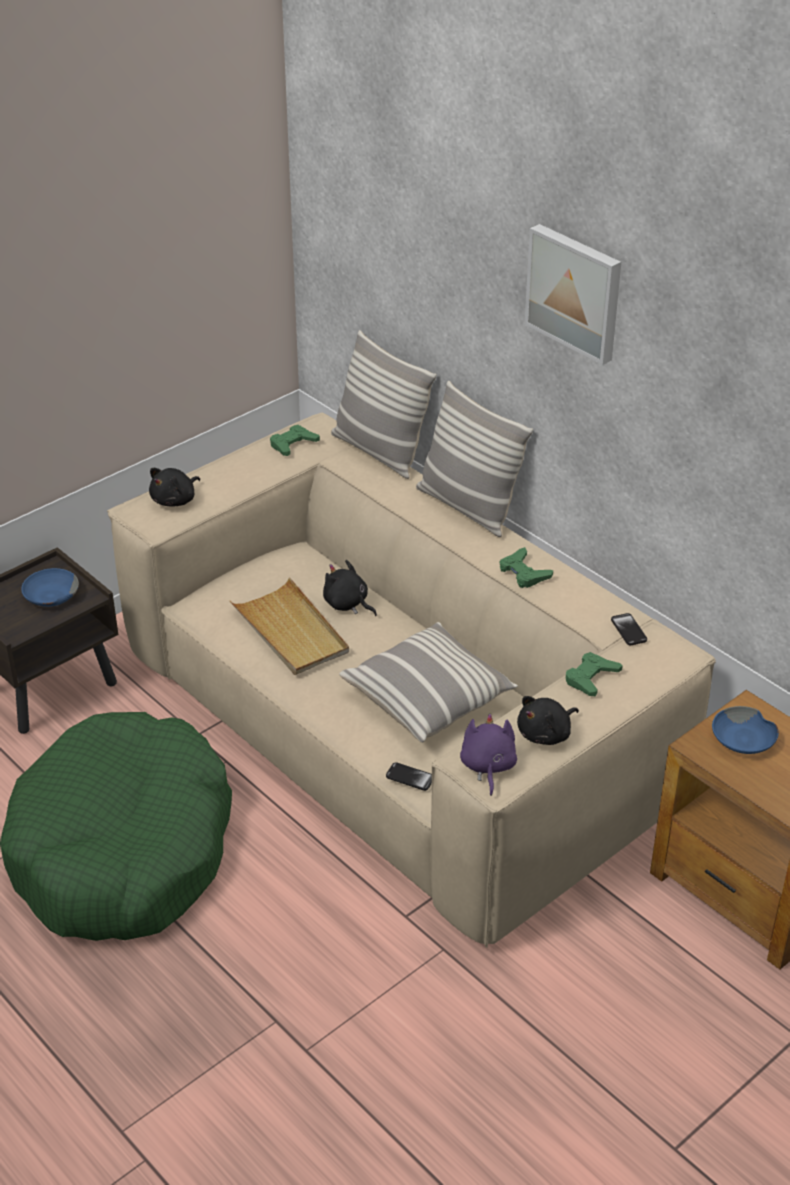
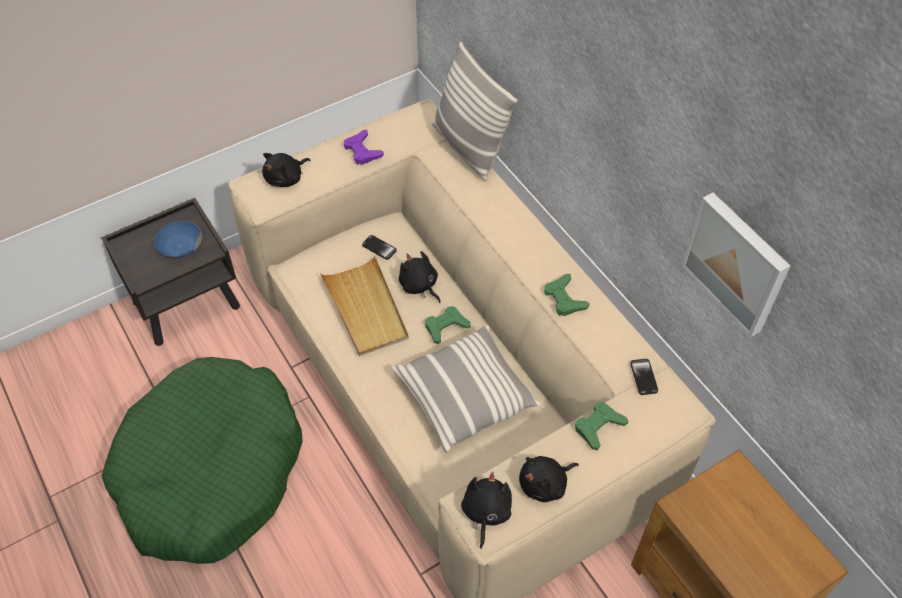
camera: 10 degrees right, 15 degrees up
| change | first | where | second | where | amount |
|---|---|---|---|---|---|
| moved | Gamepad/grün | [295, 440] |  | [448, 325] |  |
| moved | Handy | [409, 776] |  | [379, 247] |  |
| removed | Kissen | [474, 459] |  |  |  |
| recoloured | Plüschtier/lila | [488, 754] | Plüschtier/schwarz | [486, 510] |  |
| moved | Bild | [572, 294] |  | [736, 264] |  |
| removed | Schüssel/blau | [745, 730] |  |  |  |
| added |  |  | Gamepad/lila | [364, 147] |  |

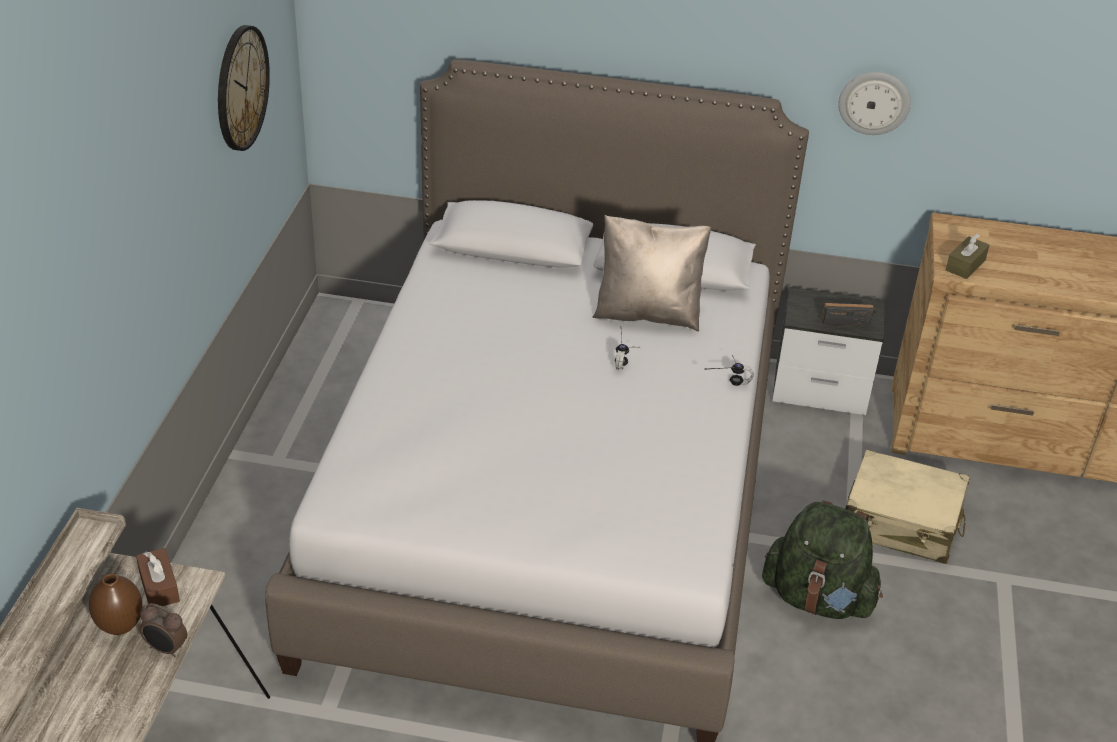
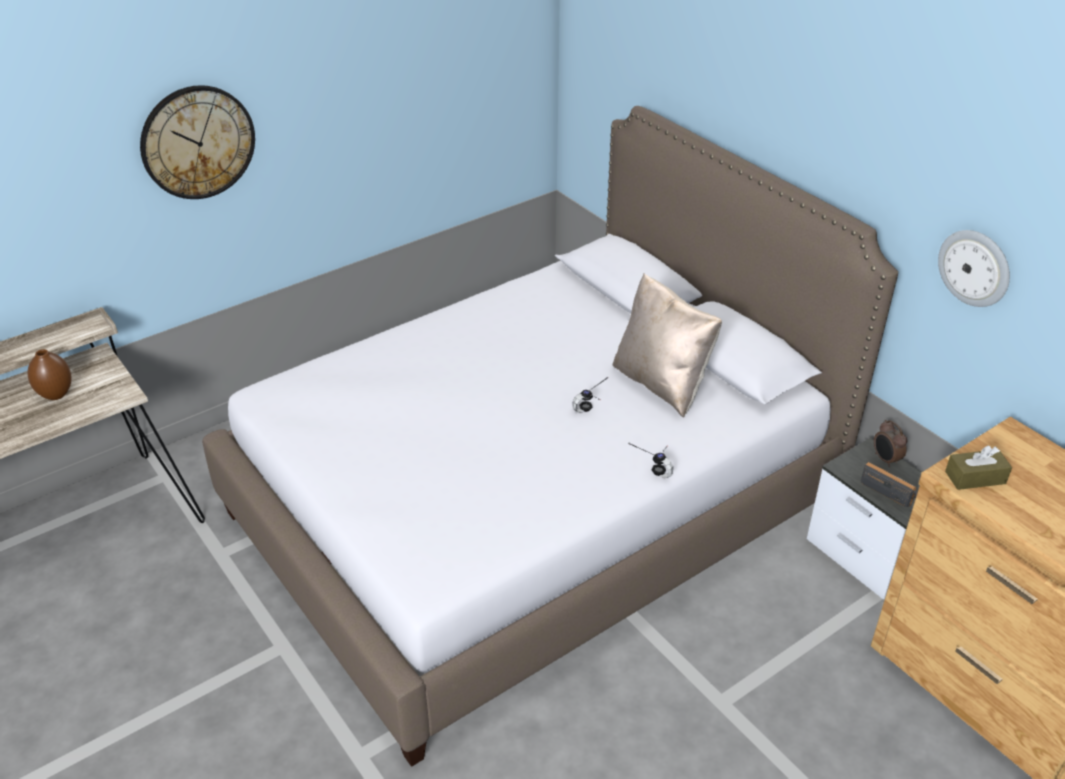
camera: 45 degrees right, 0 degrees up
| change | first | where | second | where | amount |
|---|---|---|---|---|---|
| removed | Taschentuchbox/braun | [158, 577] |  |  |  |
| moved | Wecker | [163, 630] |  | [890, 443] |  |
| moved | Wanduhr | [244, 88] |  | [197, 142] |  |
| removed | Rucksack/grün | [822, 559] |  |  |  |
| removed | Koffer/beige | [908, 507] |  |  |  |

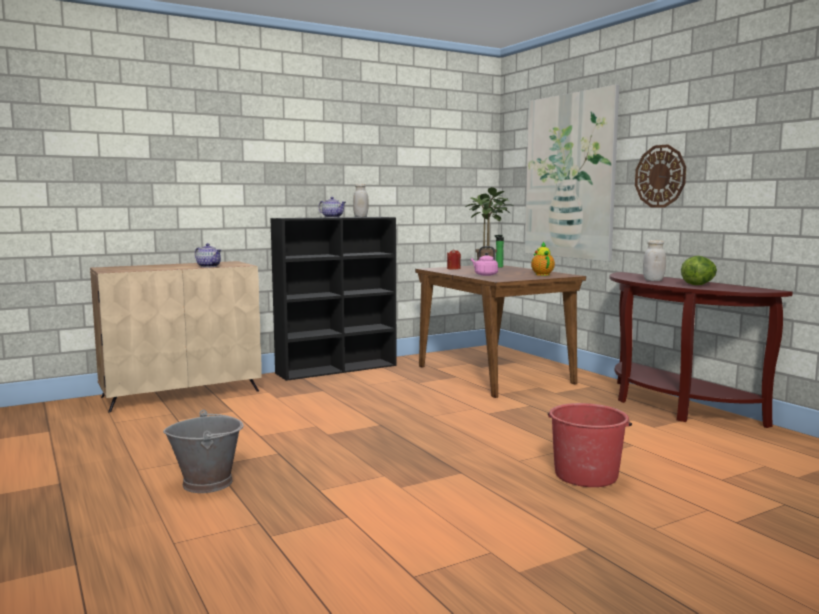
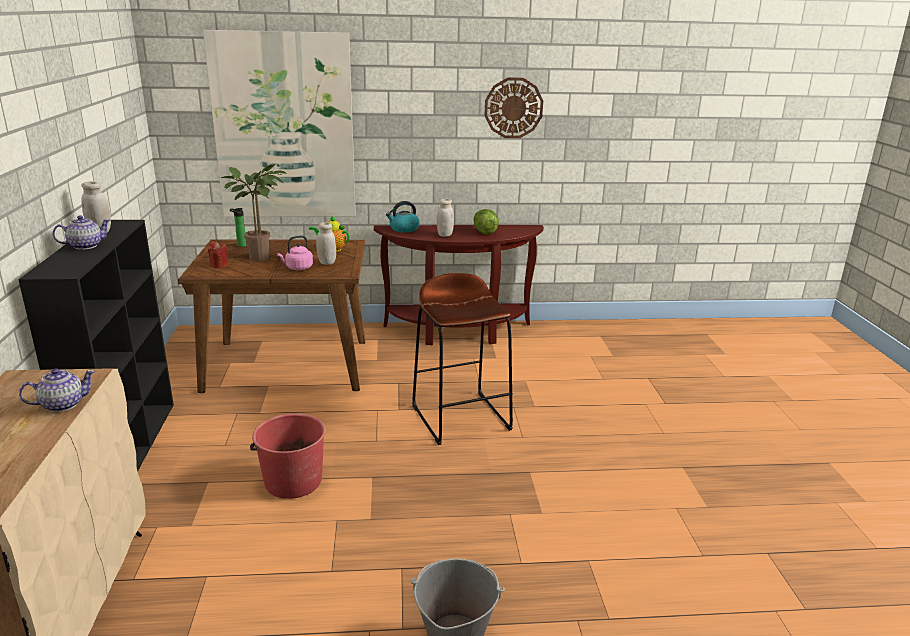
camera: 65 degrees left, 15 degrees up
| change | first | where | second | where | amount |
|---|---|---|---|---|---|
| moved | Eimer/rot | [590, 445] |  | [288, 456] |  |
| moved | Wanduhr | [660, 176] |  | [513, 108] |  |
| added |  |  | Vorratsglas/weiß | [326, 243] |  |
| added |  |  | Wasserkessel | [402, 217] |  |
| added |  |  | Hocker/braun | [462, 359] |  |

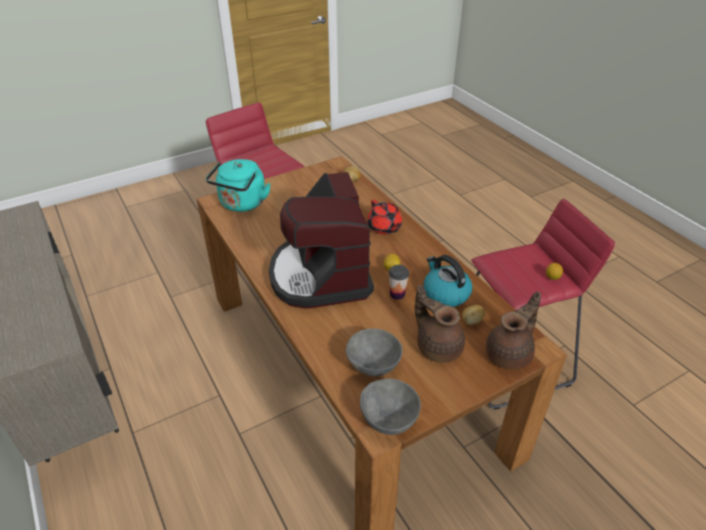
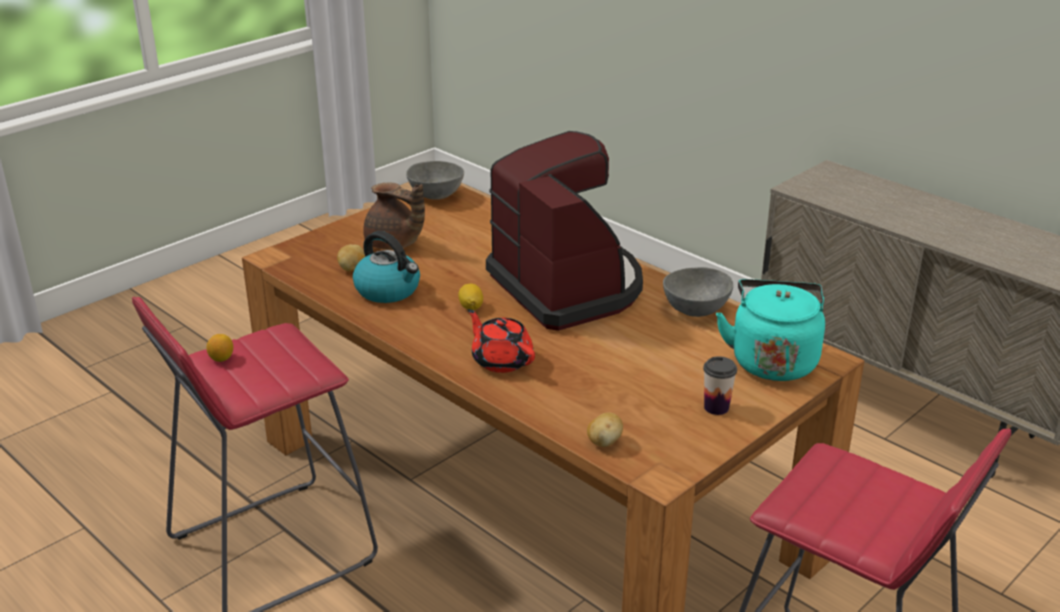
camera: 165 degrees right, 10 degrees down
| change | first | where | second | where | amount |
|---|---|---|---|---|---|
| moved | Schüssel/grau | [374, 352] |  | [698, 292] |  |
| moved | Tasse | [399, 282] |  | [720, 385] |  |
| removed | Teekanne/braun | [513, 330] |  |  |  |

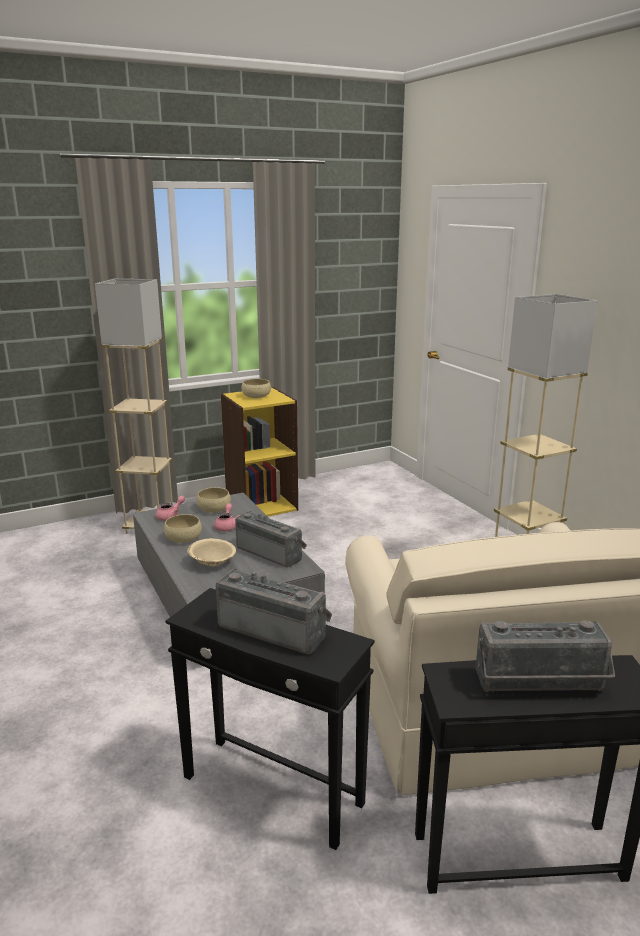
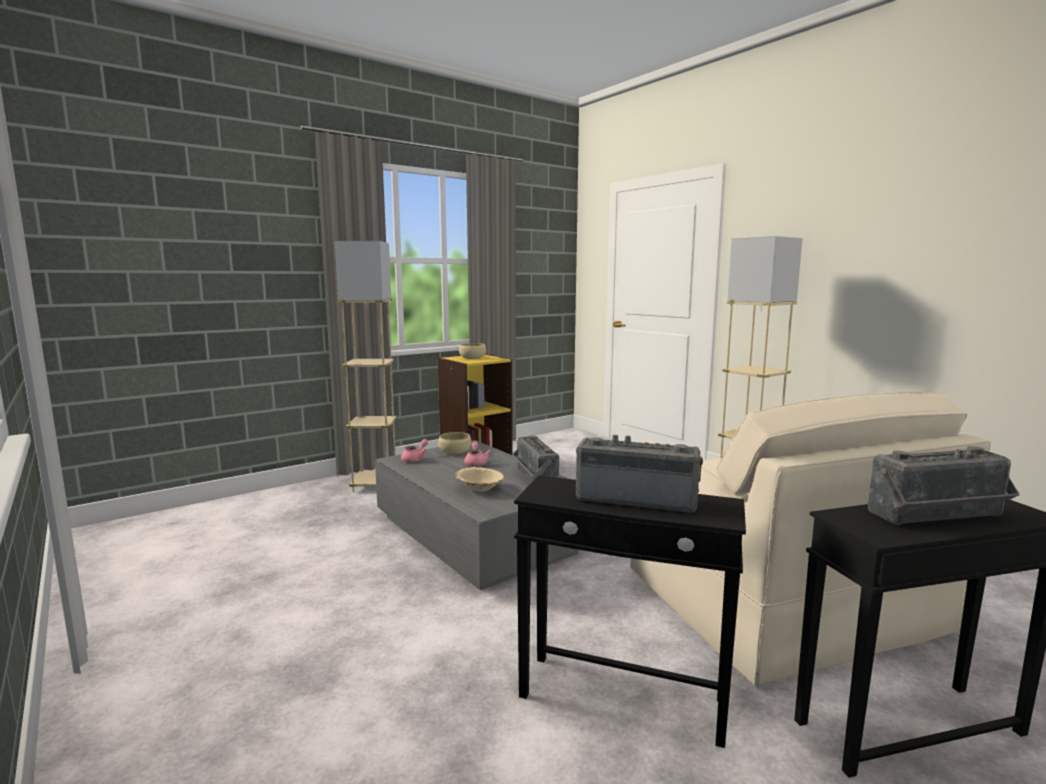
camera: 10 degrees left, 10 degrees down
| change | first | where | second | where | amount |
|---|---|---|---|---|---|
| removed | Schüssel/beige | [183, 528] |  |  |  |
| turned | Radio | [271, 539] |  | [535, 458] | 135 degrees counterclockwise |

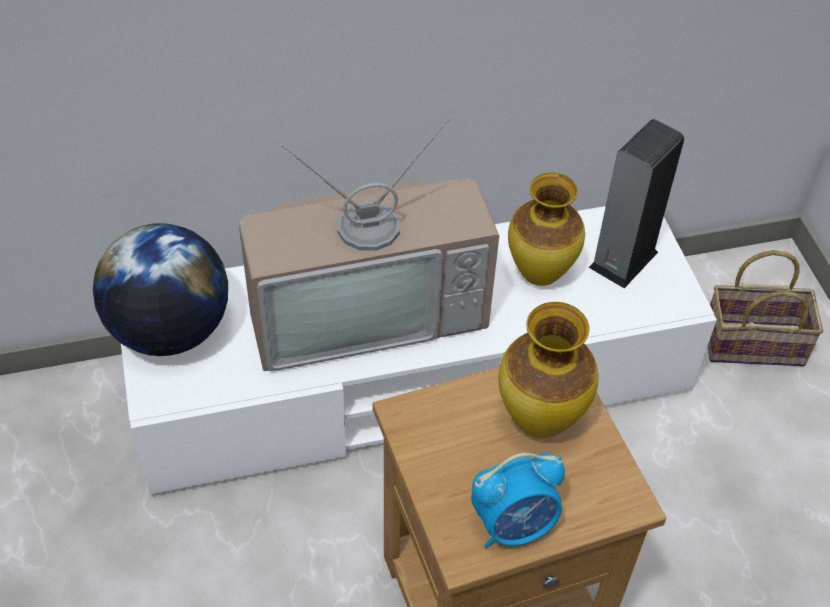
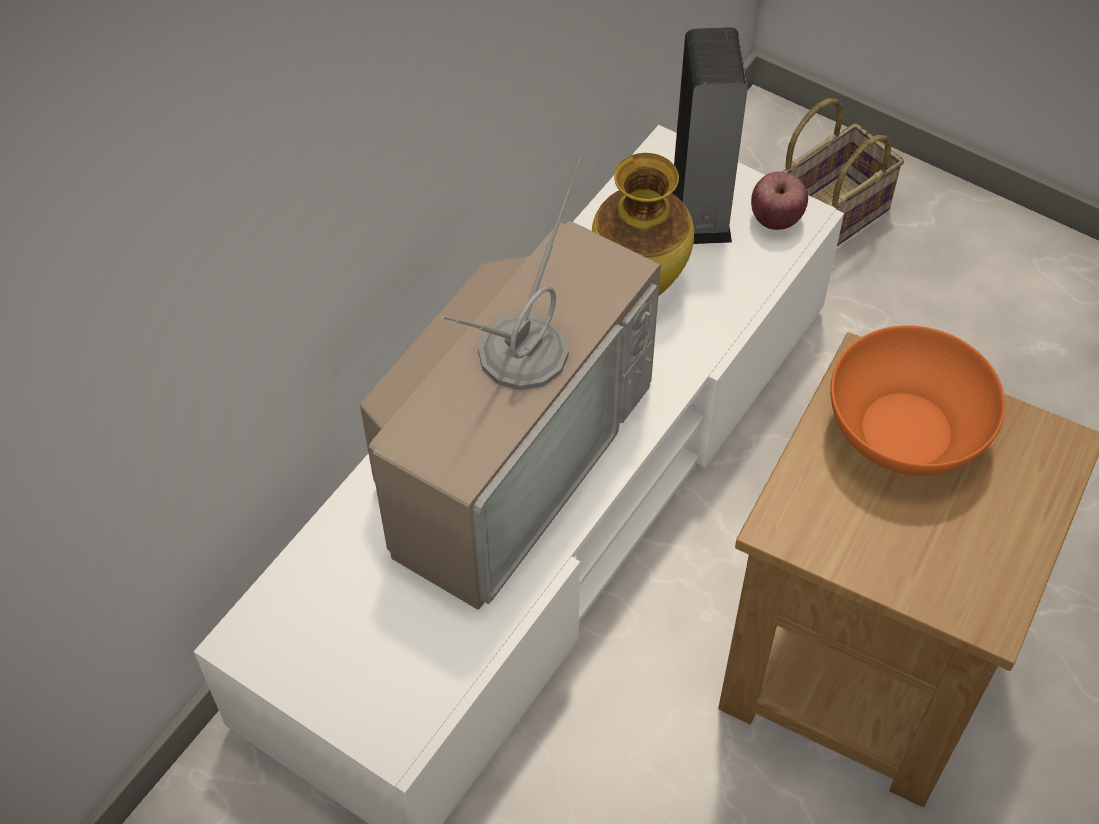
camera: 40 degrees left, 5 degrees up
| change | first | where | second | where | amount |
|---|---|---|---|---|---|
| removed | Globus | [160, 289] |  |  |  |
| removed | Wecker | [518, 500] |  |  |  |
| replaced | Vase | [548, 370] | Schüssel/orange | [918, 400] |  |
| added |  |  | Apfel | [779, 201] |  |

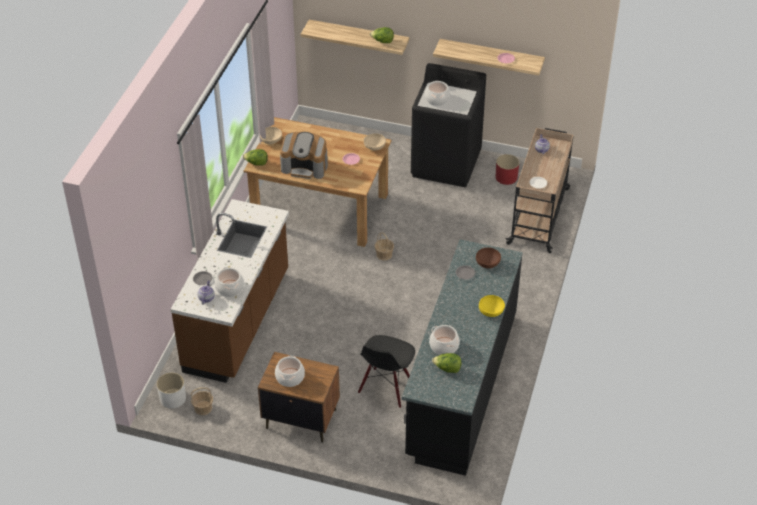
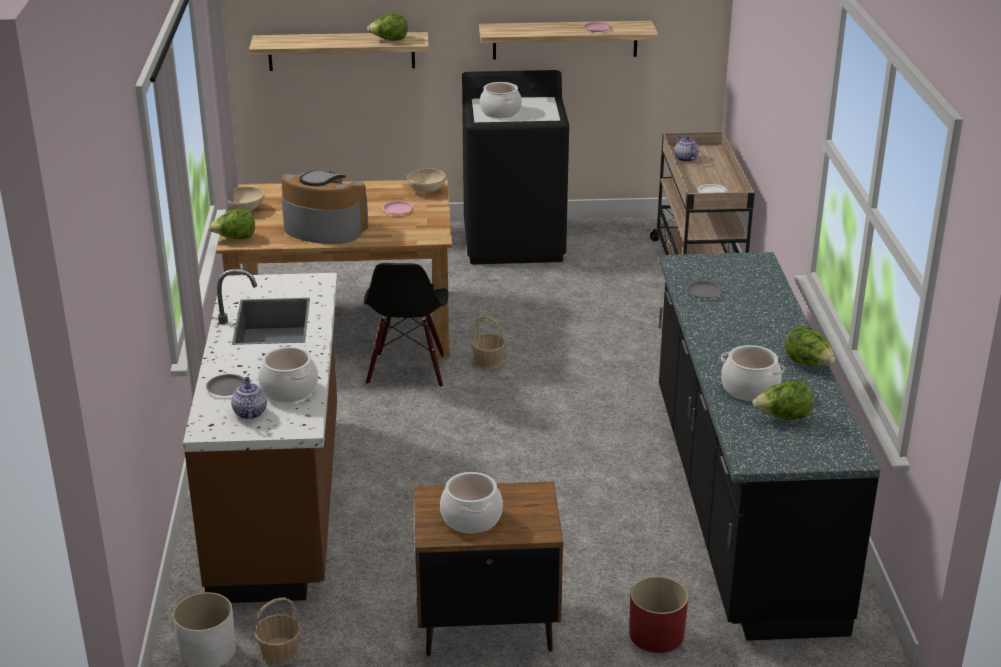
camera: 20 degrees left, 15 degrees down
| change | first | where | second | where | amount |
|---|---|---|---|---|---|
| turned | Kaffeemaschine | [304, 155] |  | [325, 207] | 150 degrees counterclockwise |
| moved | Stuhl/schwarz | [386, 371] |  | [406, 325] |  |
| removed | Schüssel/braun | [488, 258] |  |  |  |
| removed | Schüssel/gelb | [492, 306] |  |  |  |
| moved | Pflanzkübel/rot | [507, 169] |  | [658, 614] |  |
| added |  |  | Salatkopf | [810, 346] |  |

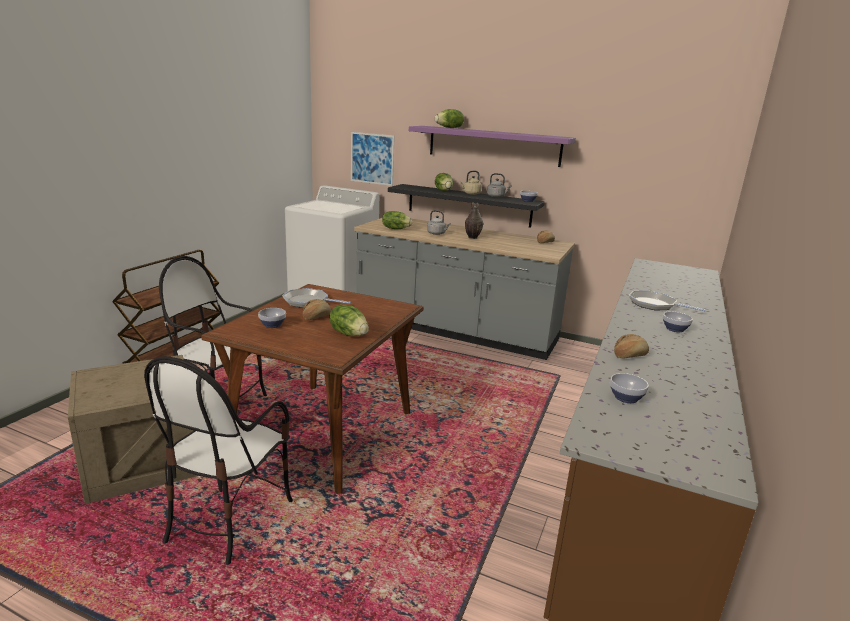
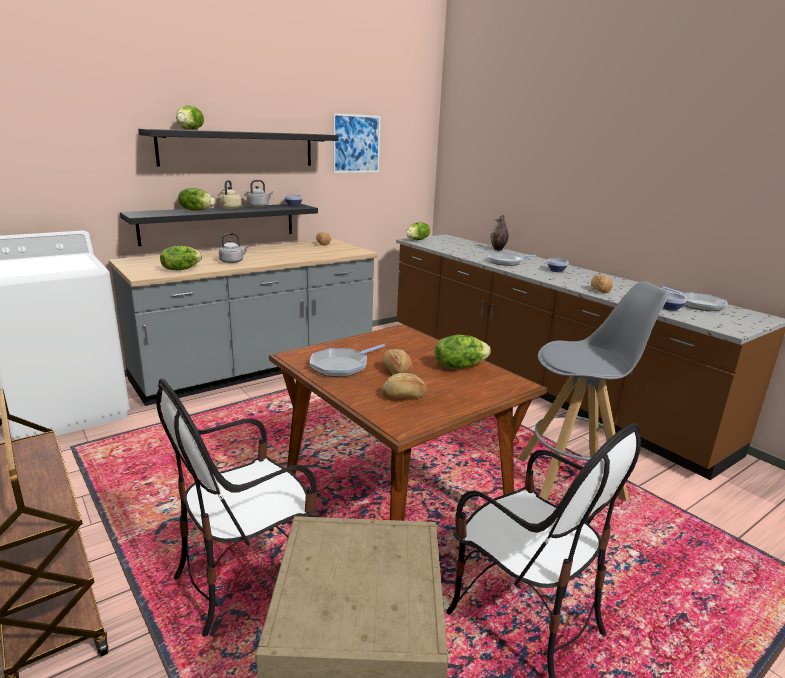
camera: 60 degrees left, 0 degrees up
| change | first | where | second | where | amount |
|---|---|---|---|---|---|
| replaced | Schüssel | [272, 318] | Brot | [404, 386] |  |
| moved | Bild | [373, 159] |  | [356, 143] |  |
| recoloured | Wandregal/lila | [492, 146] | Wandregal/schwarz | [238, 147] |  |
| moved | Vase | [474, 220] |  | [500, 232] |  |
| added |  |  | Salatkopf | [418, 231] |  |
| added |  |  | Hocker/grau | [593, 391] |  |
| added |  |  | Pfanne | [695, 298] |  |

